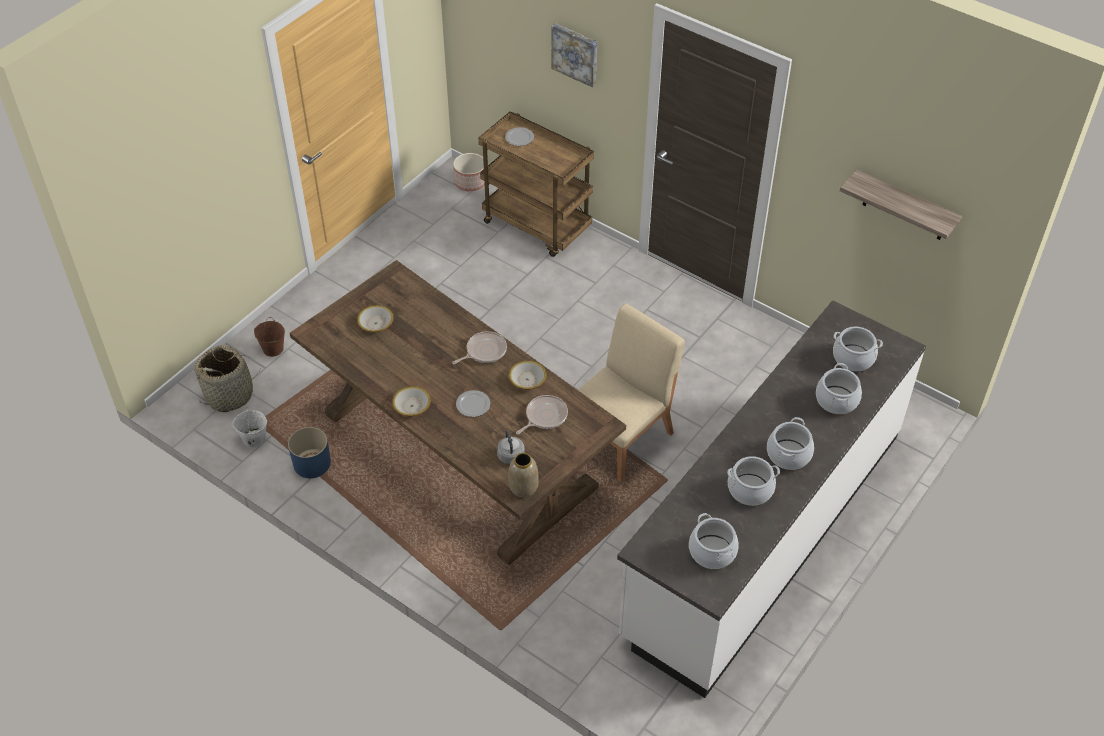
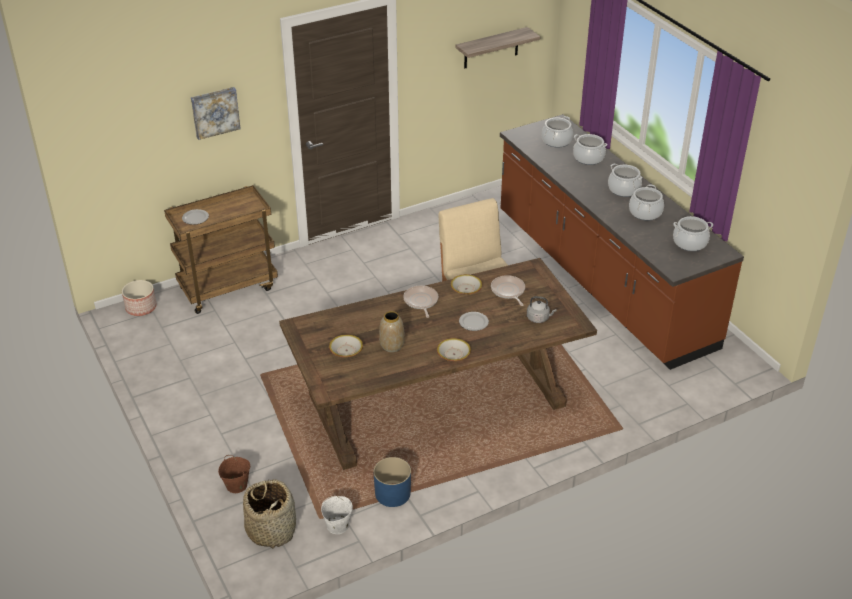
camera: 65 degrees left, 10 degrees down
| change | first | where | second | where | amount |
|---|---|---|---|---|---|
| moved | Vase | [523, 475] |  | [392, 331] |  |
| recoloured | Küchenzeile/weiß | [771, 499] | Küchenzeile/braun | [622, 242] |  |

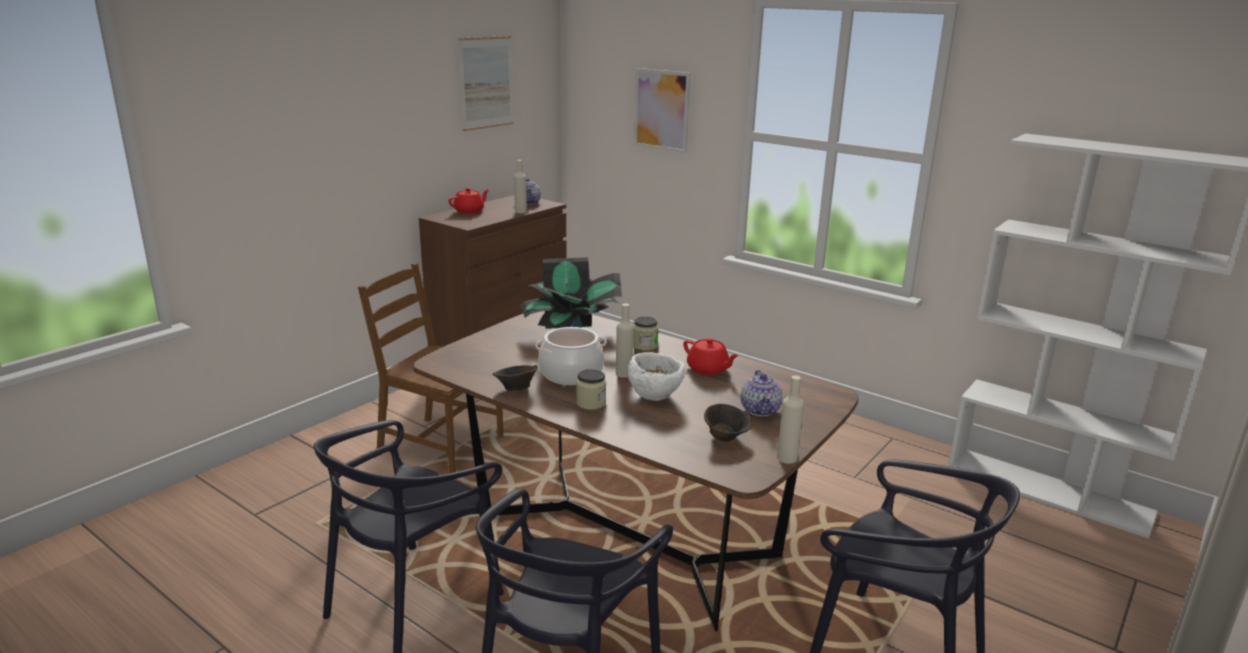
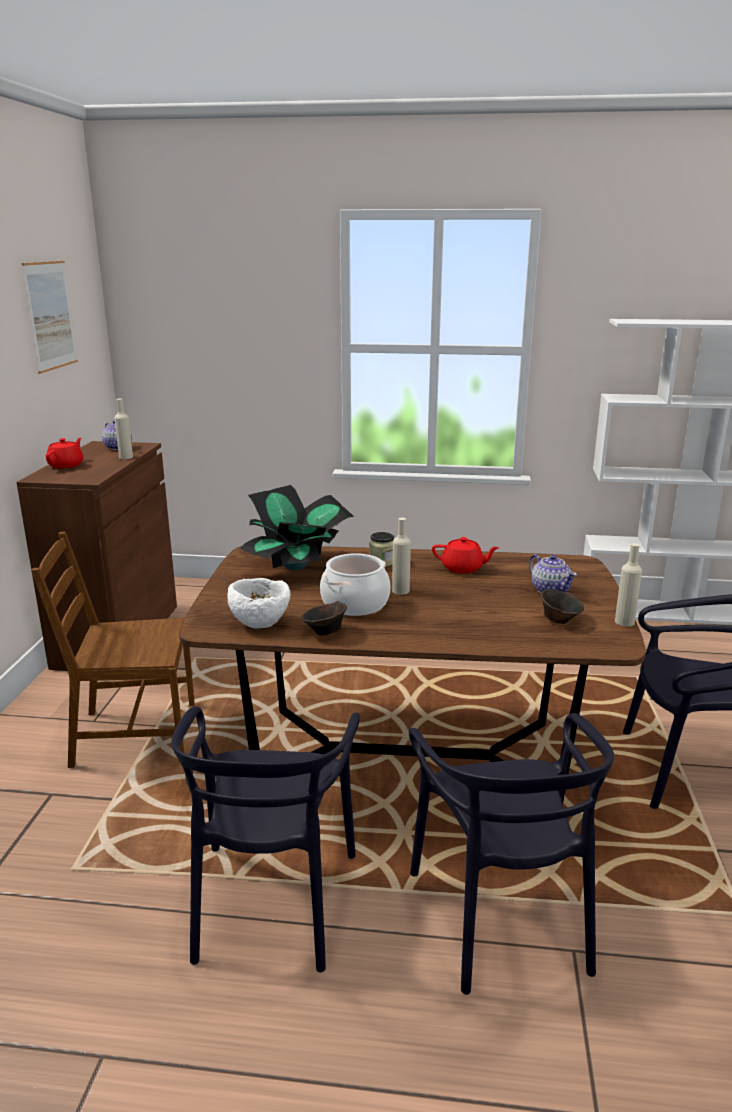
camera: 30 degrees left, 0 degrees up
| change | first | where | second | where | amount |
|---|---|---|---|---|---|
| removed | Vorratsglas | [591, 389] |  |  |  |
| moved | Schüssel/weiß | [656, 376] |  | [259, 603] |  |
| removed | Bild | [662, 110] |  |  |  |

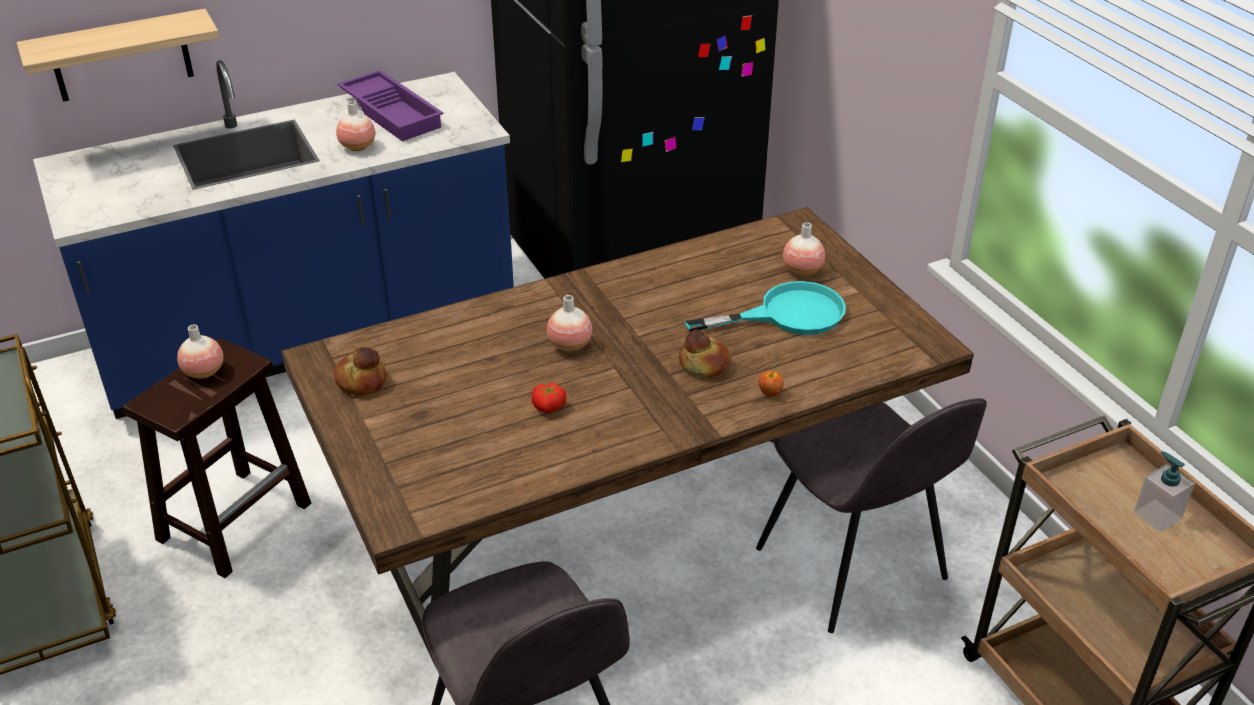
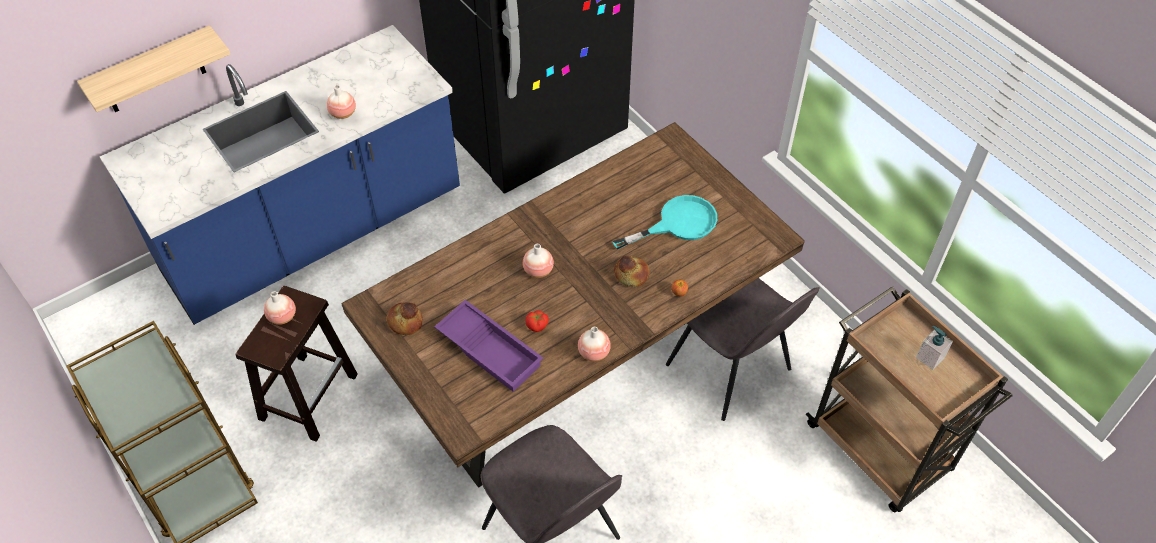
camera: 10 degrees left, 15 degrees up
| change | first | where | second | where | amount |
|---|---|---|---|---|---|
| moved | Tablett/lila | [390, 105] |  | [488, 346] |  |
| moved | Vase | [804, 249] |  | [594, 344] |  |

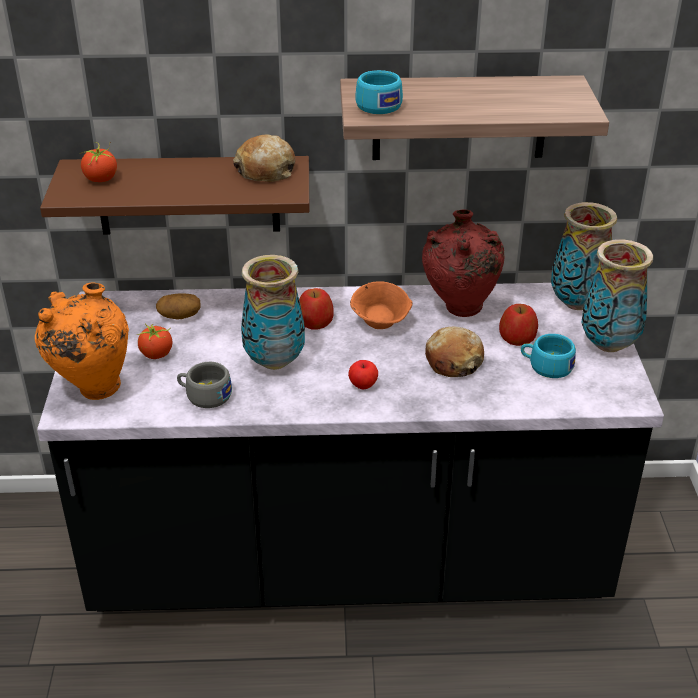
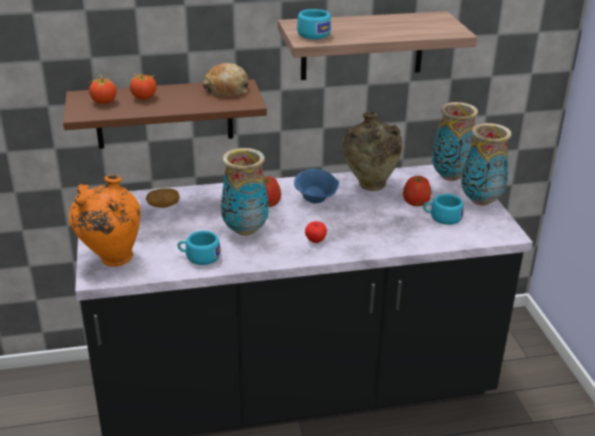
camera: 10 degrees left, 5 degrees down
| change | first | where | second | where | amount |
|---|---|---|---|---|---|
| moved | Tomate | [154, 341] |  | [143, 87] |  |
| recoloured | Tasse/grau | [204, 385] | Tasse/türkis | [199, 248] |  |
| recoloured | Schüssel/orange | [381, 305] | Schüssel/blau | [316, 186] |  |
| recoloured | Vase/rot | [463, 263] | Vase/beige | [372, 151] |  |
| removed | Brot | [454, 352] |  |  |  |

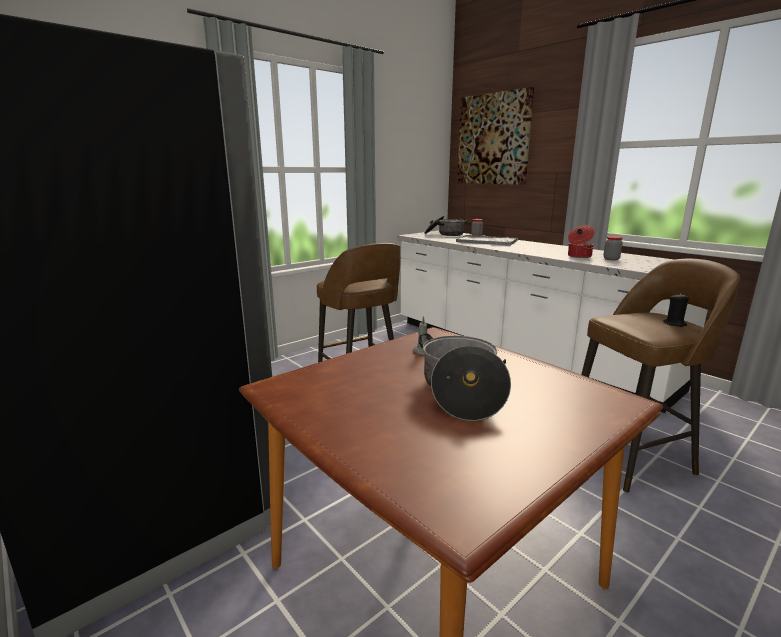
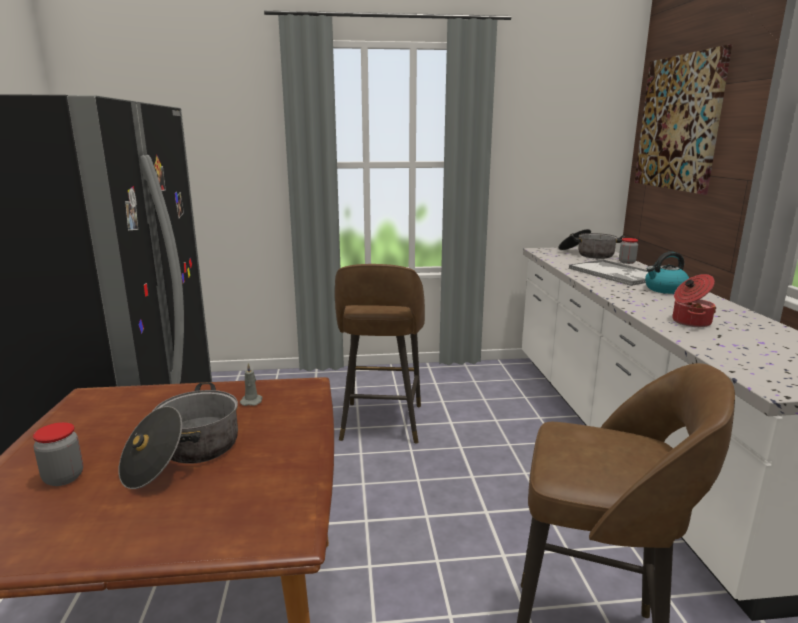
camera: 35 degrees right, 0 degrees up
| change | first | where | second | where | amount |
|---|---|---|---|---|---|
| moved | Vorratsglas | [613, 248] |  | [58, 454] |  |
| removed | Kerze/schwarz | [676, 310] |  |  |  |
| added |  |  | Wasserkessel | [667, 273] |  |

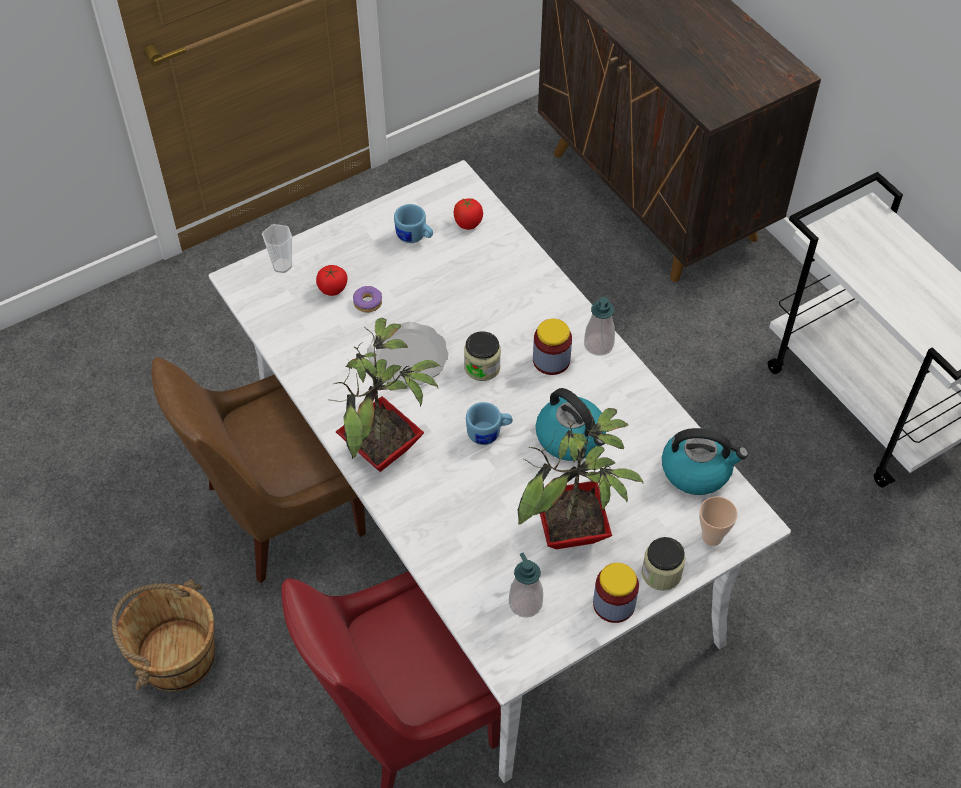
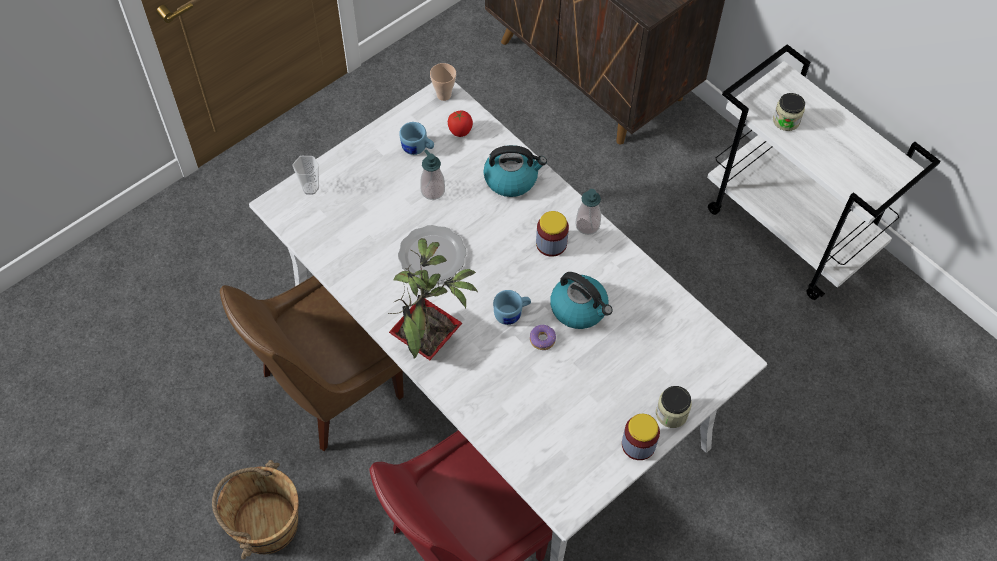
camera: 10 degrees left, 5 degrees up
| change | first | where | second | where | amount |
|---|---|---|---|---|---|
| removed | Tomate | [331, 280] |  |  |  |
| moved | Donut | [367, 299] |  | [543, 337] |  |
| moved | Vorratsglas | [482, 356] |  | [789, 112] |  |
| moved | Seifenspender | [526, 585] |  | [432, 174] |  |
| removed | Topfpflanze | [580, 478] |  |  |  |
| moved | Wasserkessel | [705, 461] |  | [515, 171] |  |
| moved | Tasse | [718, 521] |  | [443, 82] |  |

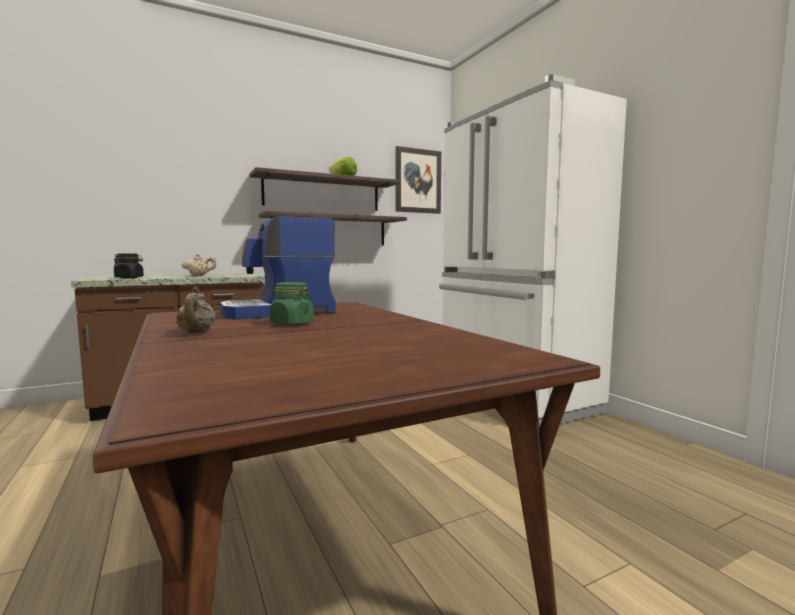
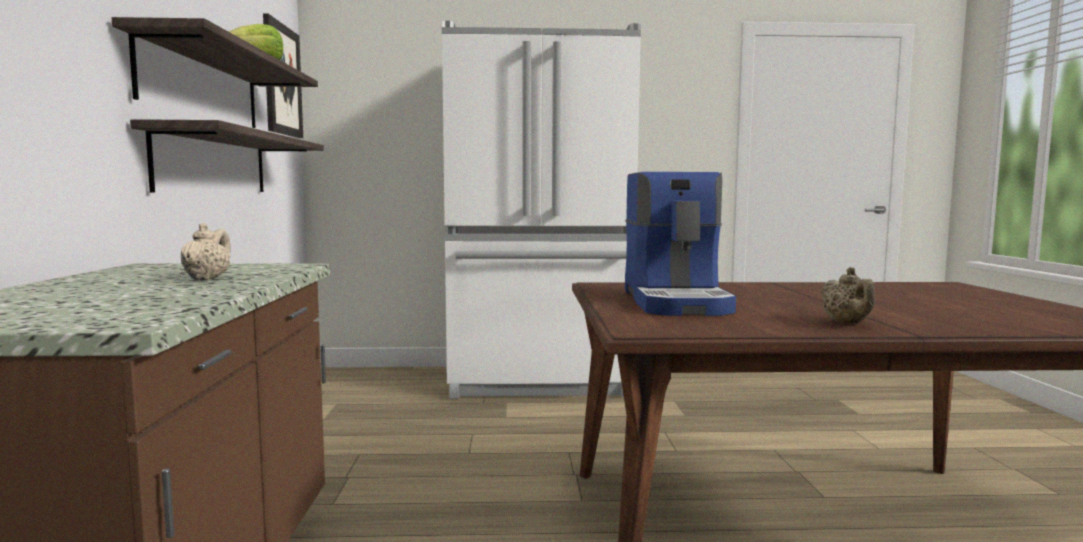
camera: 65 degrees left, 0 degrees up
| change | first | where | second | where | amount |
|---|---|---|---|---|---|
| removed | Vorratsglas/schwarz | [129, 266] |  |  |  |
| turned | Teekanne/beige | [195, 310] |  | [848, 295] | 75 degrees clockwise |
| removed | Vorratsglas/grün | [291, 304] |  |  |  |

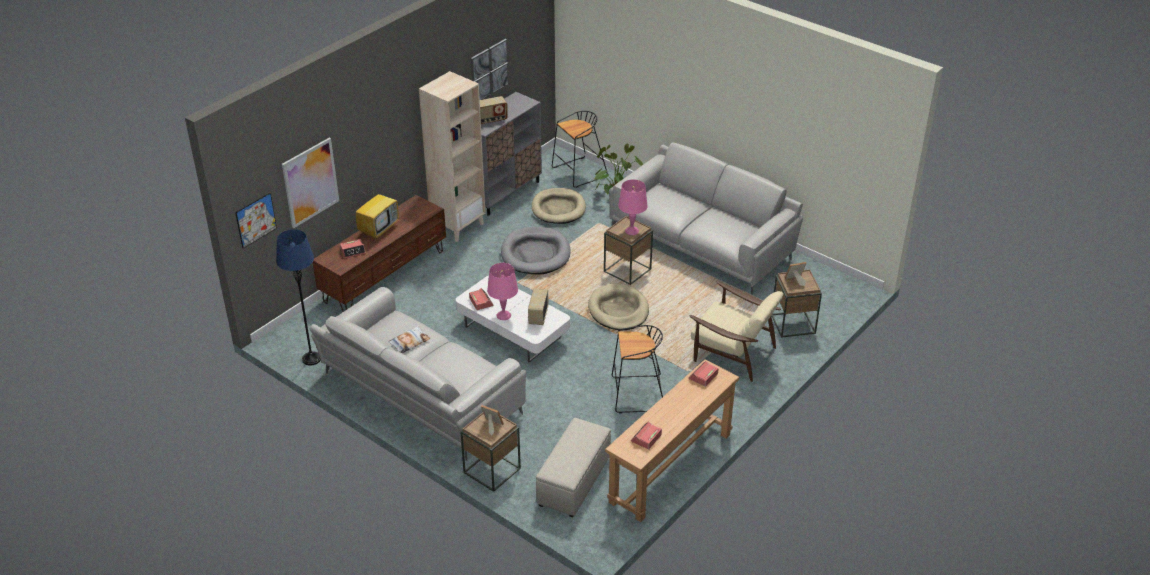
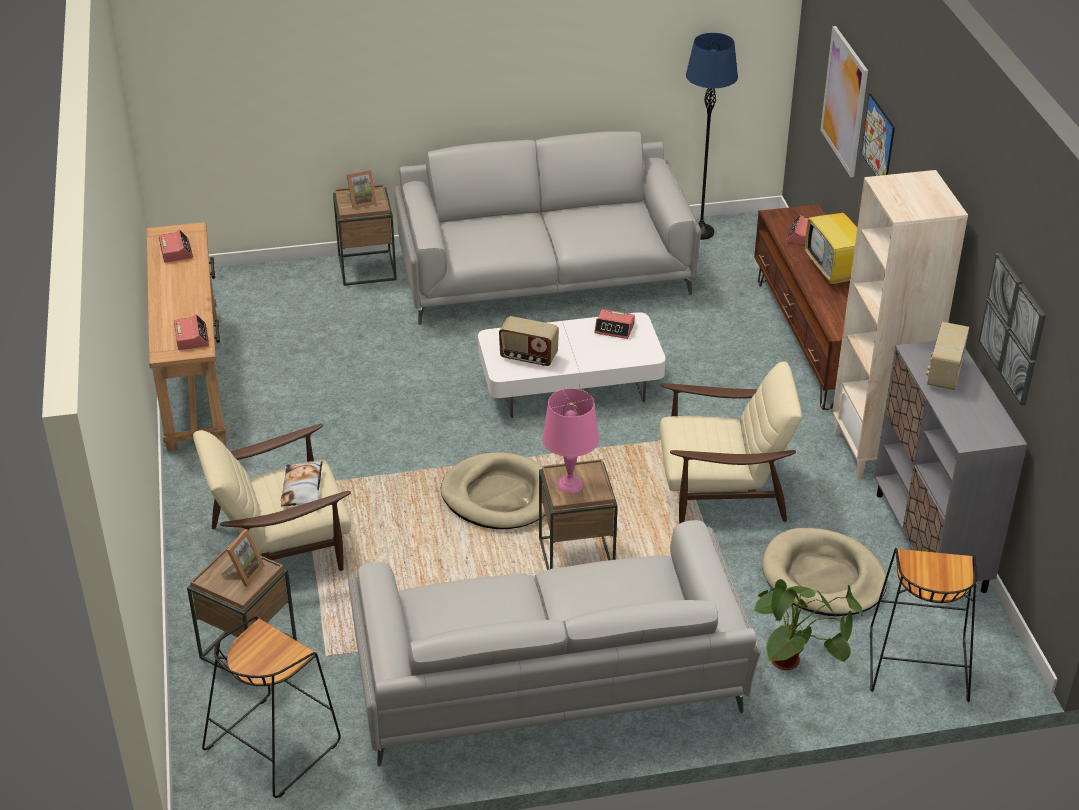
camera: 130 degrees right, 0 degrees up
| change | first | where | second | where | amount |
|---|---|---|---|---|---|
| moved | Bild | [256, 220] |  | [878, 134] |  |
| moved | Kissen | [409, 339] |  | [302, 484] |  |
| removed | Tischlampe/rosa | [502, 291] |  |  |  |
| replaced | Hundebett/grau | [536, 250] | Sessel/beige | [731, 443] |  |
| turned | Radio | [538, 306] |  | [529, 341] | 150 degrees clockwise |
| removed | Polsterhocker/beige | [573, 467] |  |  |  |
| moved | Hocker/schwarz | [637, 369] |  | [271, 707] |  |

